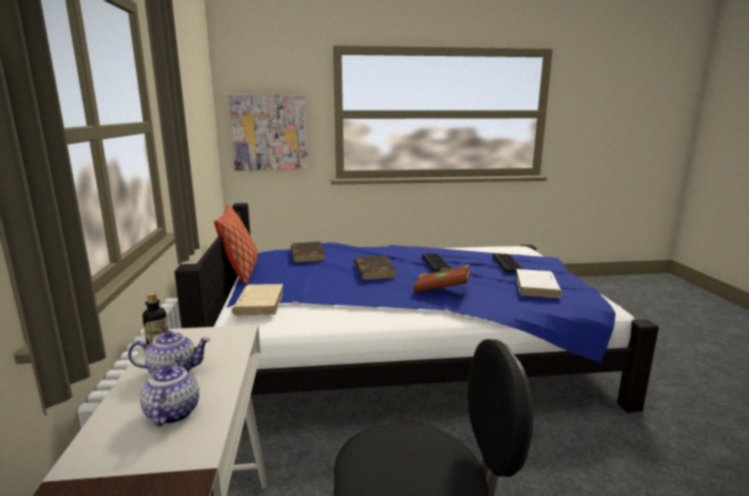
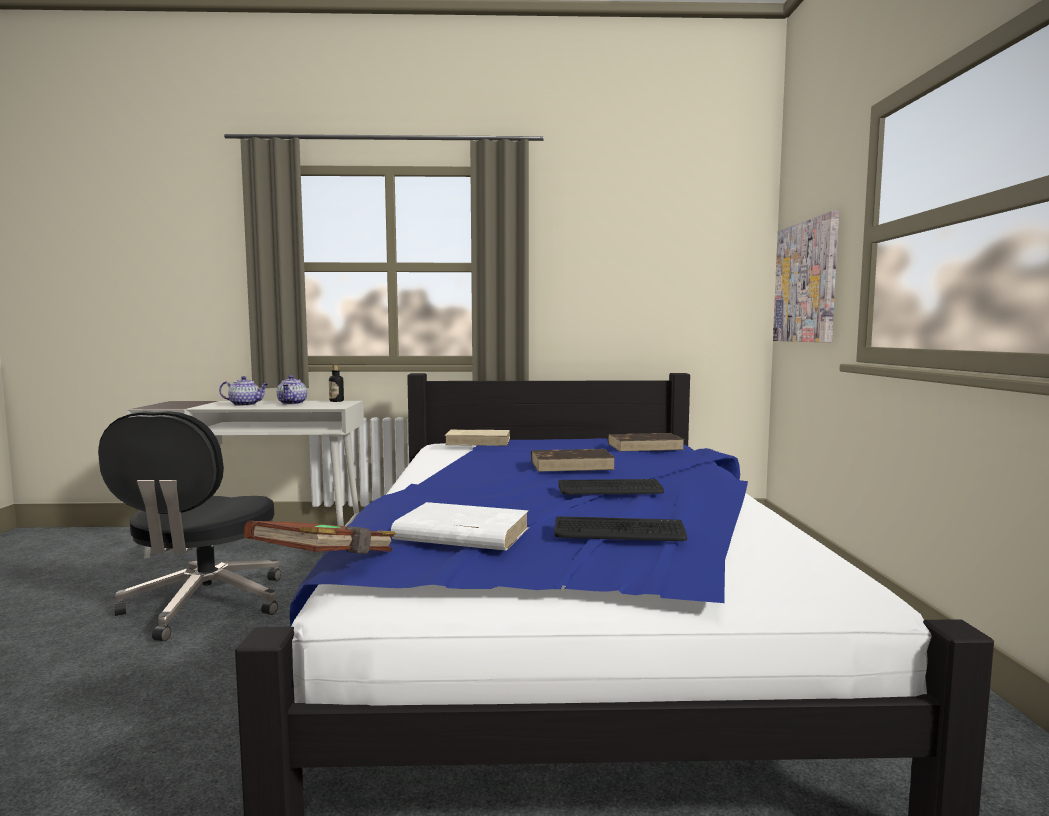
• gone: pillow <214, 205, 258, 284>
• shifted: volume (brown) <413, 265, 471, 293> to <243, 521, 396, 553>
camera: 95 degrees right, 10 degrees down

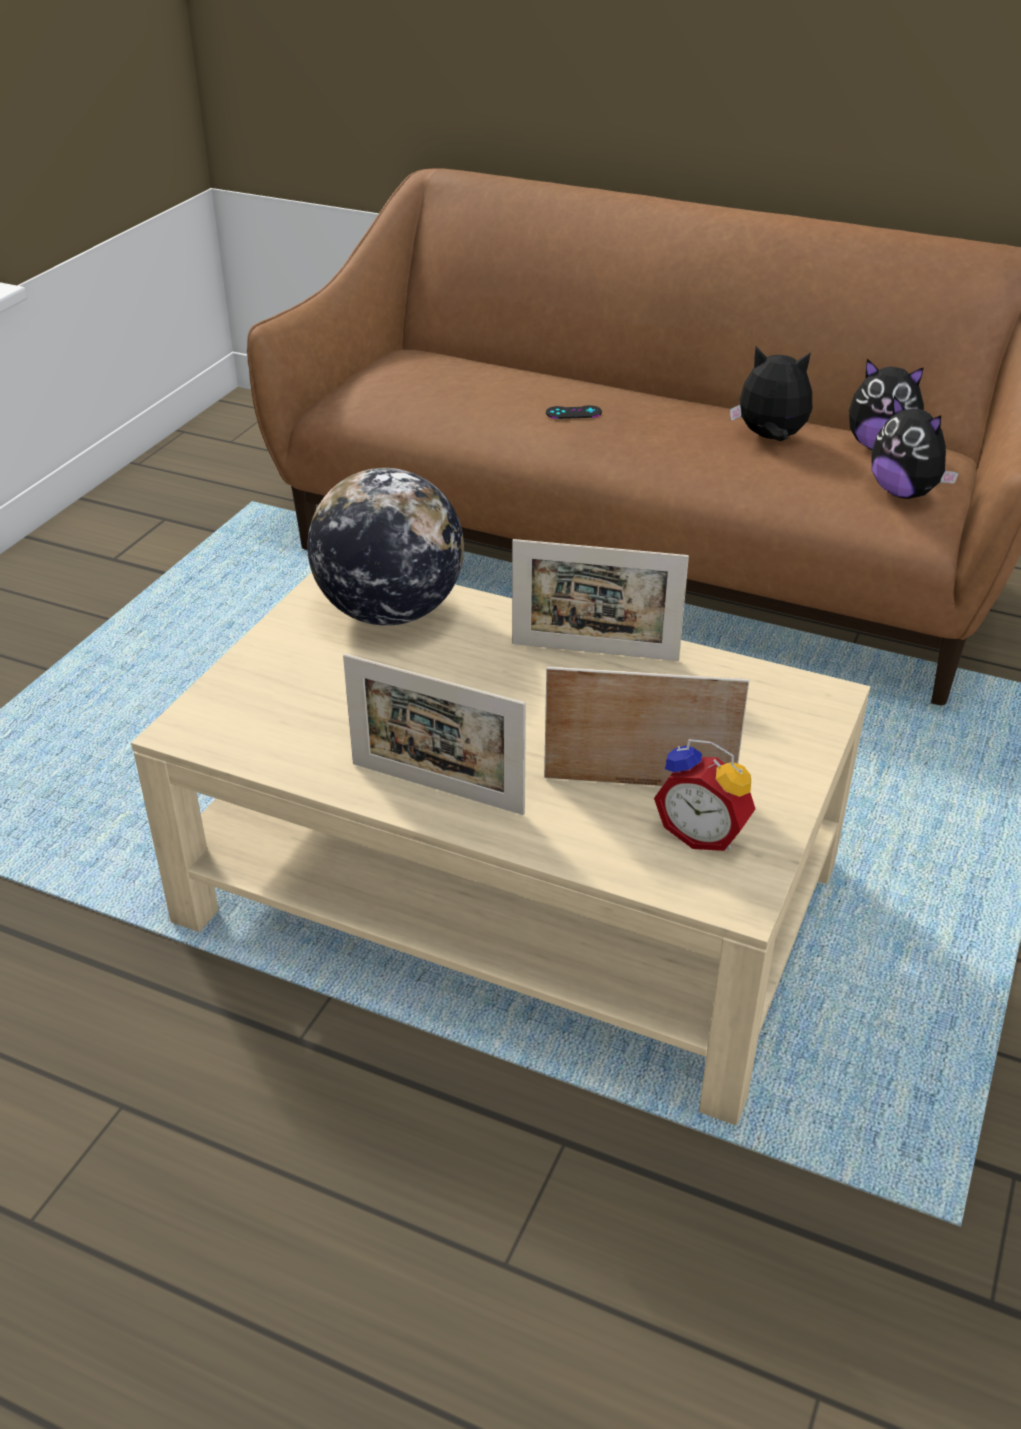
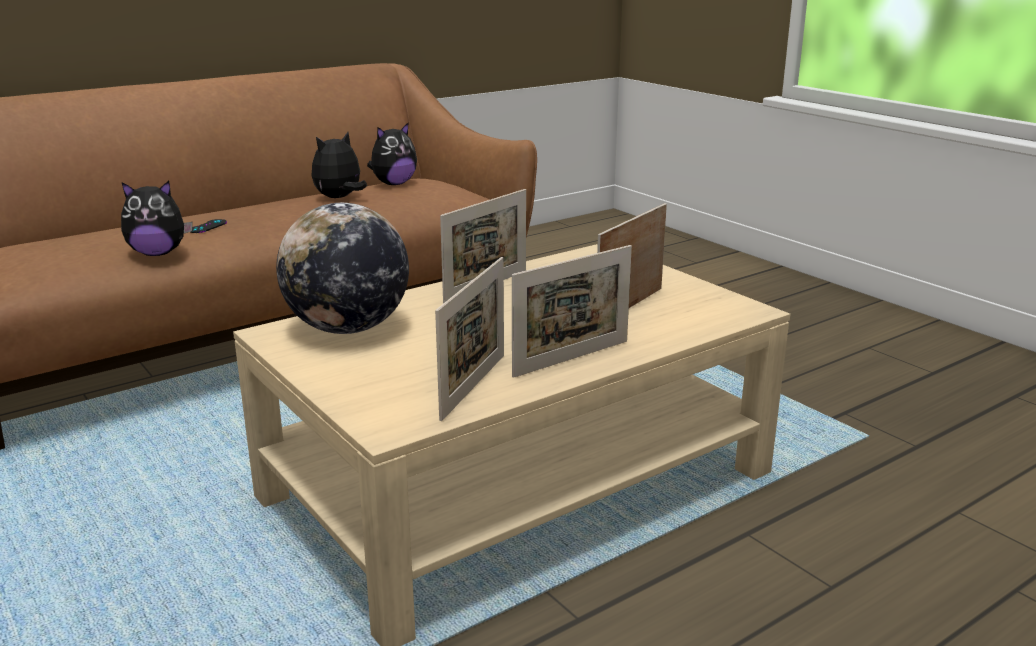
• gone: bedside clock <654, 739, 755, 851>
• new: photo frame <435, 257, 504, 421>
• shifted: plush toy <871, 395, 959, 499> to <121, 181, 193, 256>
camera: 60 degrees left, 15 degrees down

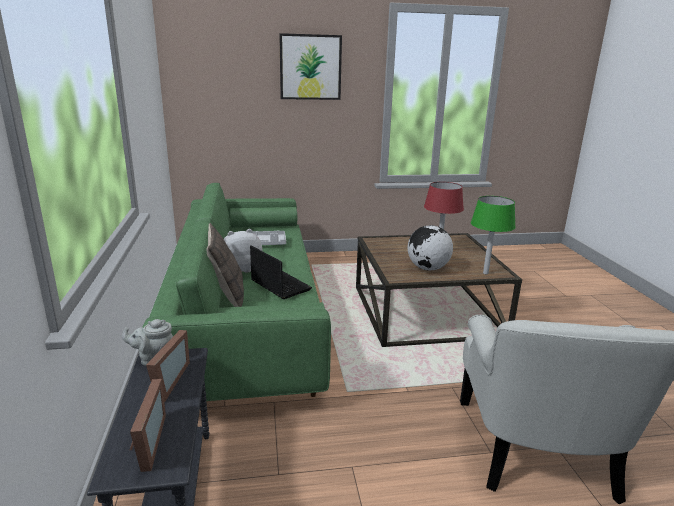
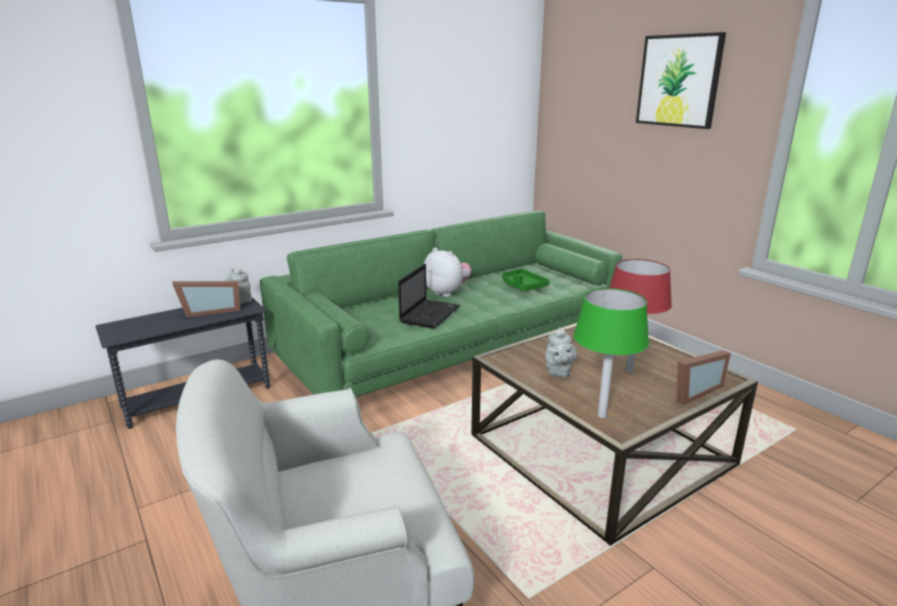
• gone: pillow <207, 223, 244, 307>
• shifted: photo frame <130, 379, 166, 472> to <677, 350, 731, 405>
• swapped: globe <407, 225, 453, 271> to teapot (gray) <545, 327, 577, 377>
• repainted: serving tray (gray) <252, 230, 286, 245> to serving tray (green-coloured) <502, 269, 550, 291>
camera: 65 degrees right, 0 degrees up

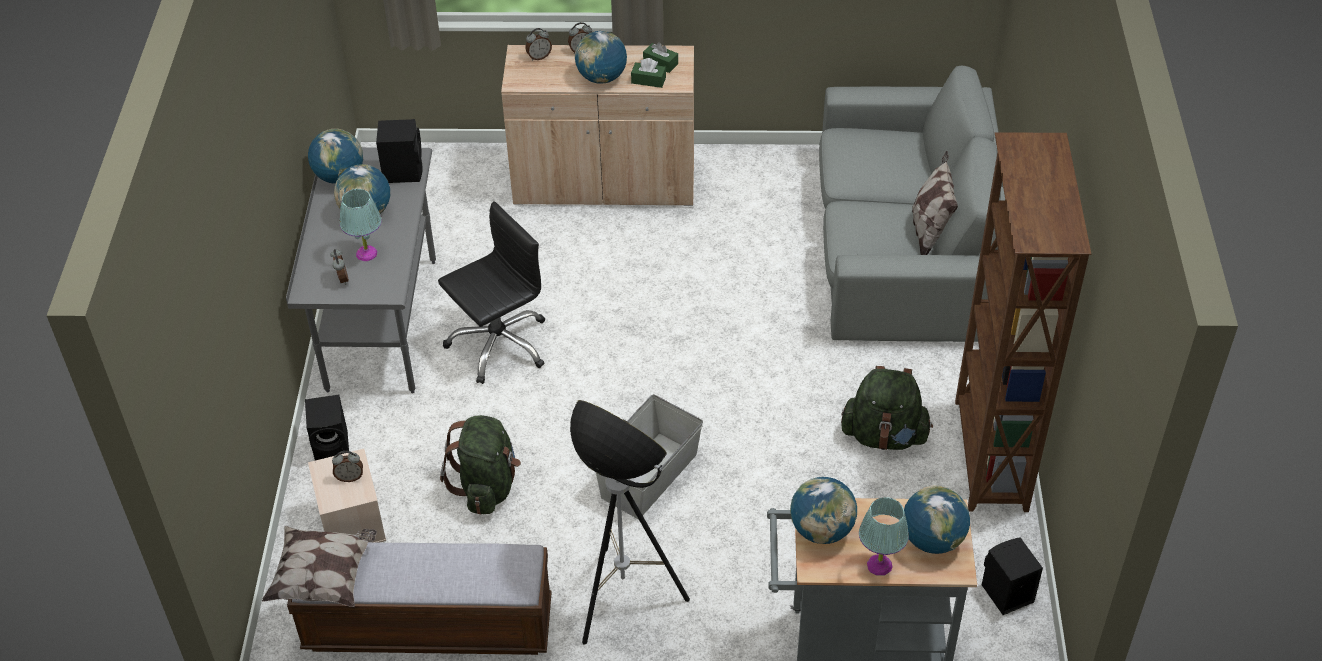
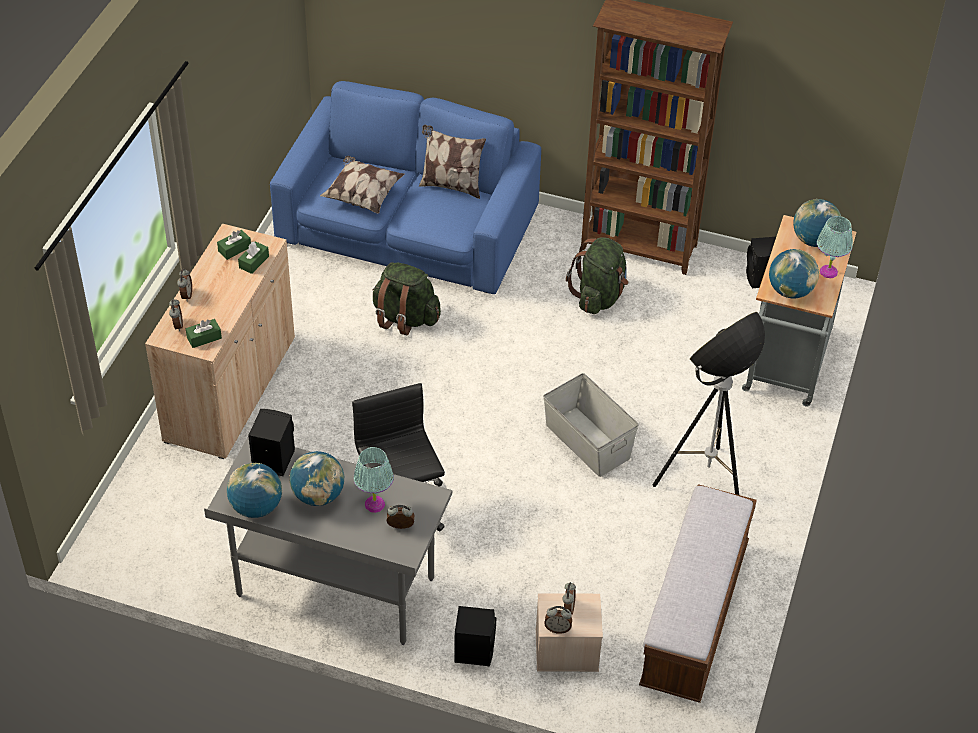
• gone: globe <575, 31, 627, 84>
• new: tissue box (green-coloured) <186, 319, 222, 348>
• new: bedside clock <544, 606, 572, 634>
• shifted: pillow <262, 526, 377, 607> to <320, 156, 404, 214>
• shifted: backpack (green-coloured) <440, 415, 521, 514> to <373, 263, 441, 335>
• repainted: settee (gray) <819, 66, 1005, 342> to settee (bluish) <270, 81, 541, 294>
camera: 75 degrees left, 0 degrees up

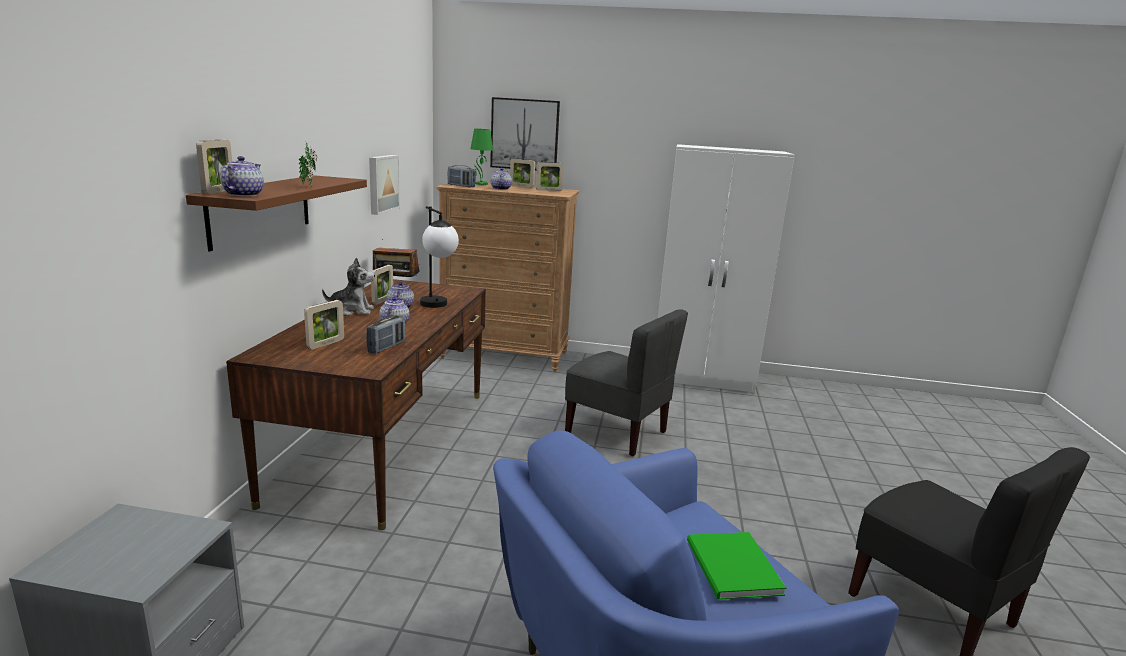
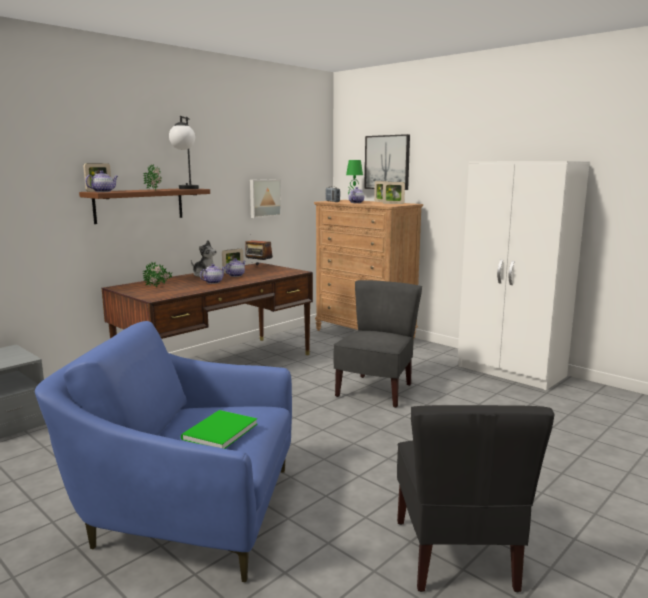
• gone: radio set <366, 316, 406, 354>
• shifted: tabletop lamp <420, 206, 459, 308> to <169, 116, 199, 189>
• swapped: photo frame <304, 300, 344, 349> to houseplant <143, 262, 172, 287>
• rotated: upright chair (gray) <565, 309, 688, 456> = <333, 280, 422, 408> 135 degrees counterclockwise
camera: 35 degrees right, 5 degrees down

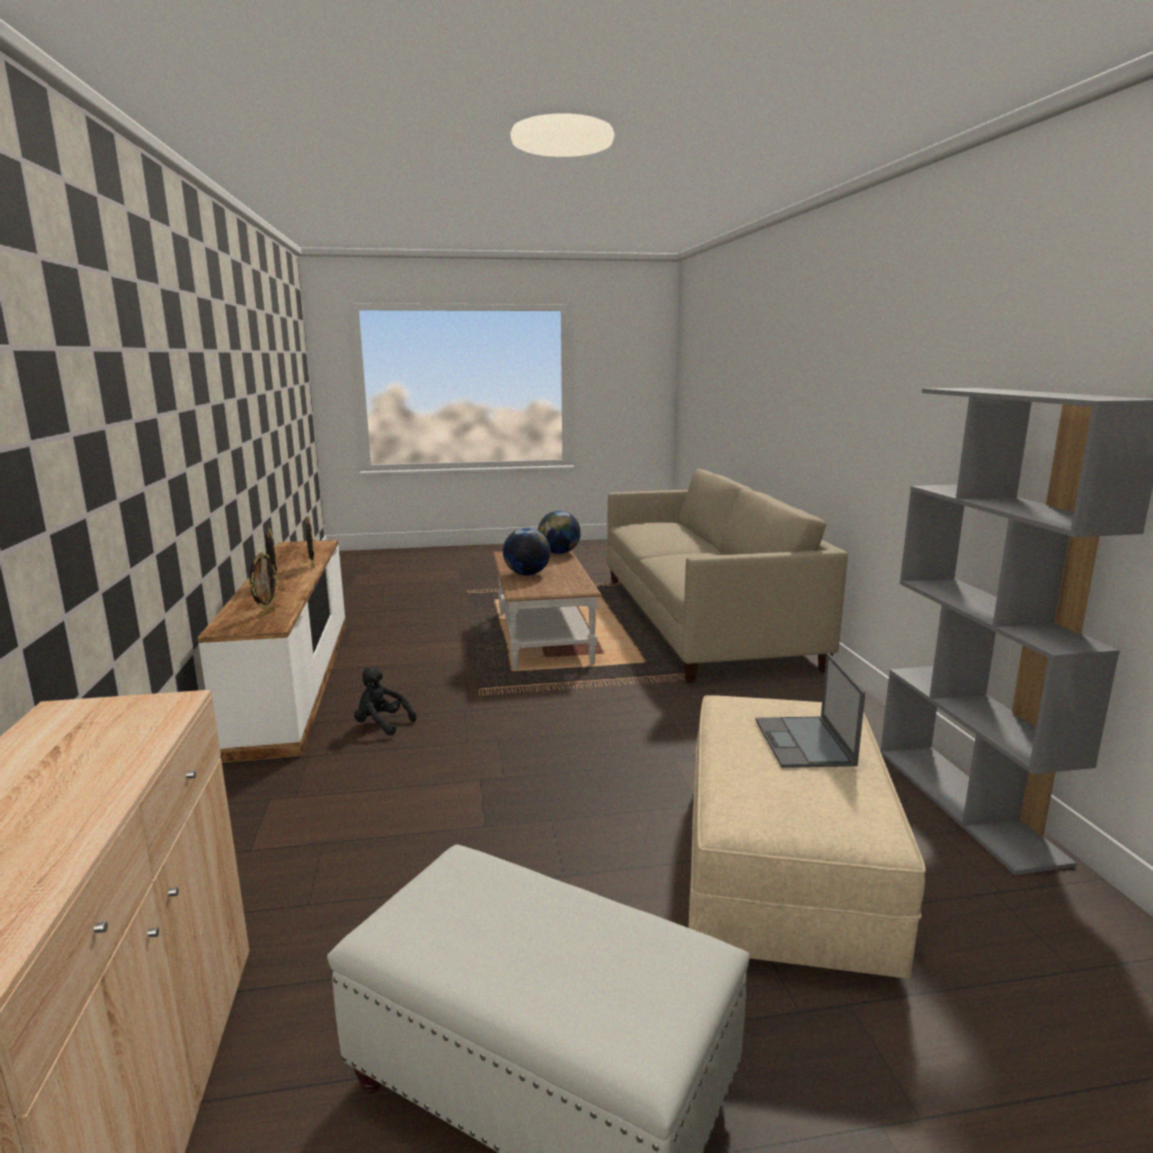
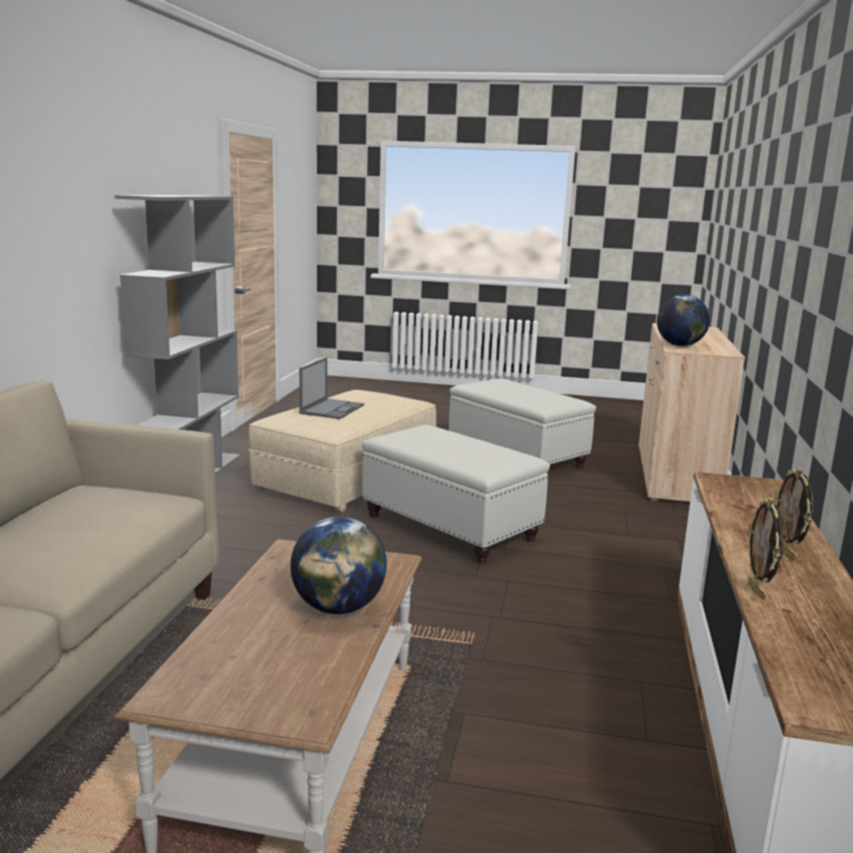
• gone: photo frame <249, 552, 278, 617>
• gone: plush toy (black) <354, 667, 416, 735>
• new: ottoman (white-coloured) <362, 425, 550, 564>
• shifted: globe <538, 511, 581, 554> to <657, 295, 710, 346>
camera: 160 degrees left, 0 degrees up

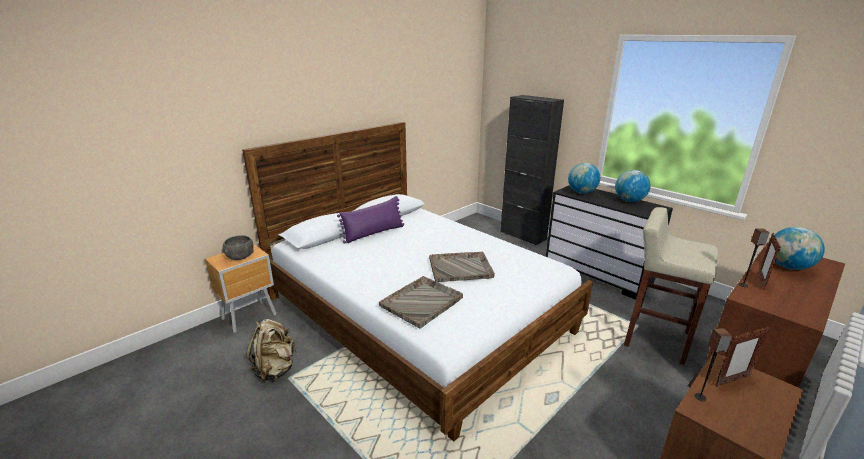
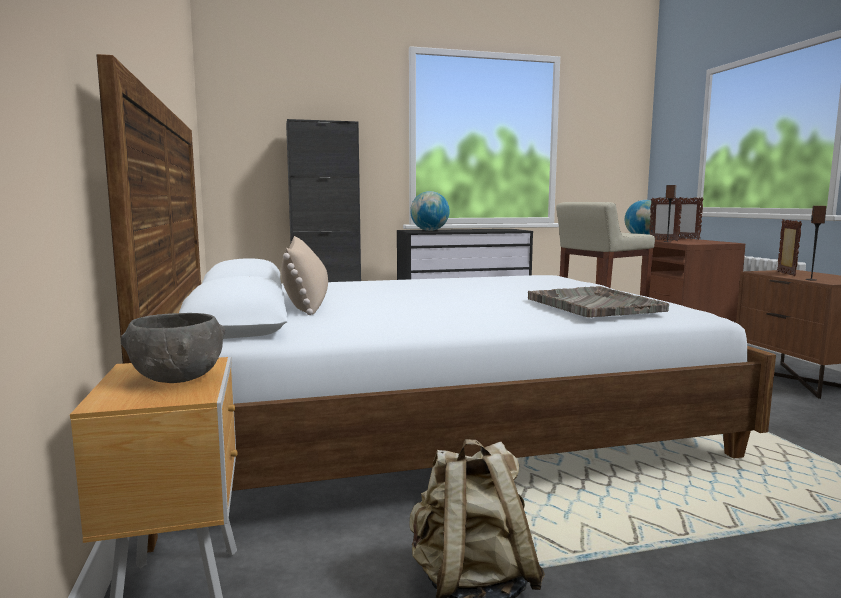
• gone: serving tray (gray) <429, 251, 495, 282>
• gone: globe <615, 170, 650, 202>
• new: photo frame <676, 197, 704, 240>
• repainted: pillow (purple) <337, 196, 404, 244> to pillow (sand-coloured) <281, 236, 328, 315>
camera: 60 degrees left, 15 degrees down

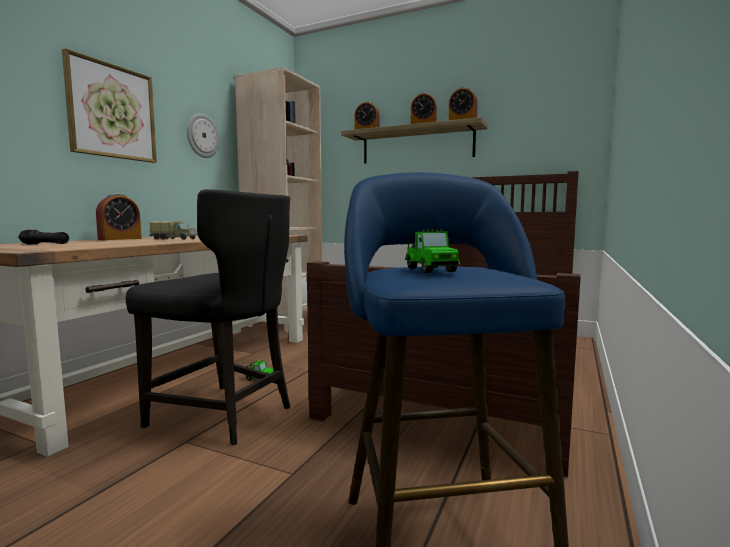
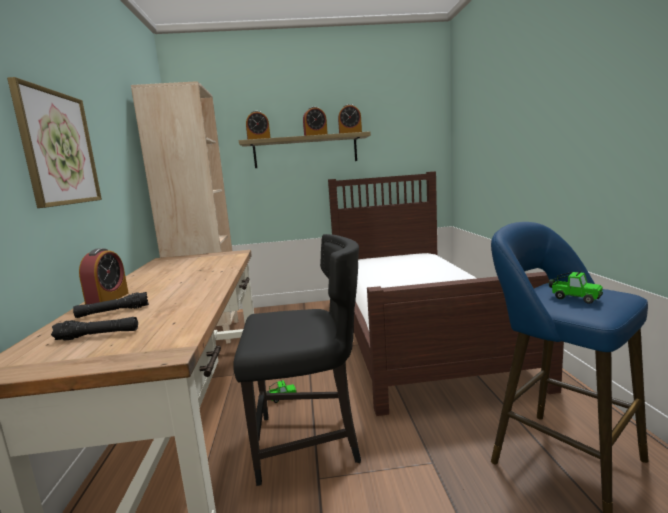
• gone: model truck <149, 221, 197, 240>
• gone: hanging clock <187, 113, 219, 158>
• new: flashlight (black) <73, 292, 149, 318>
camera: 30 degrees left, 5 degrees up

